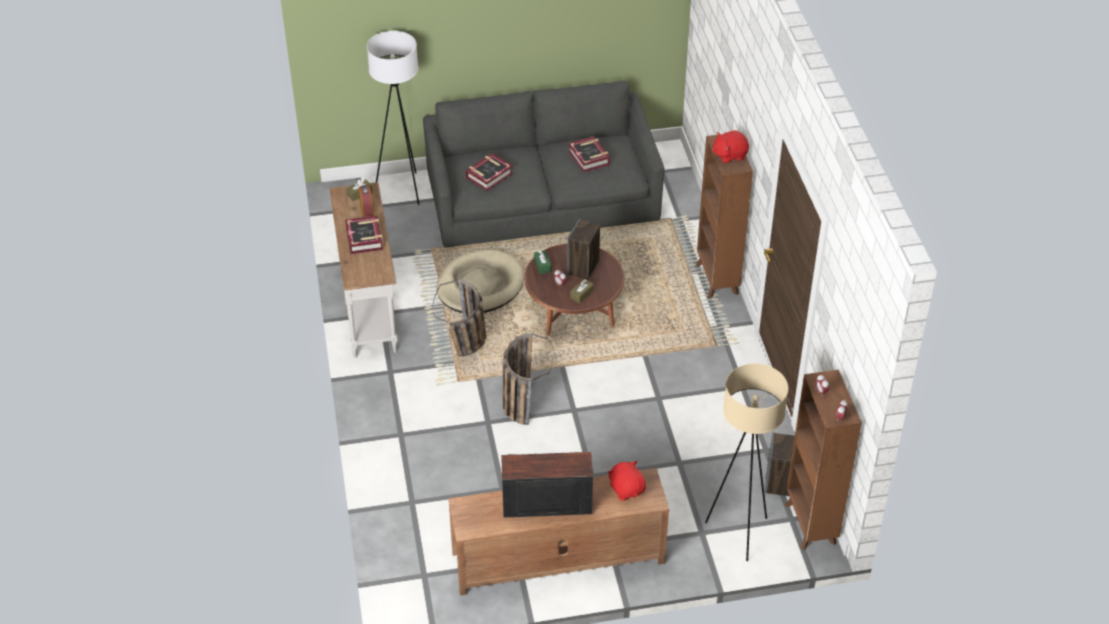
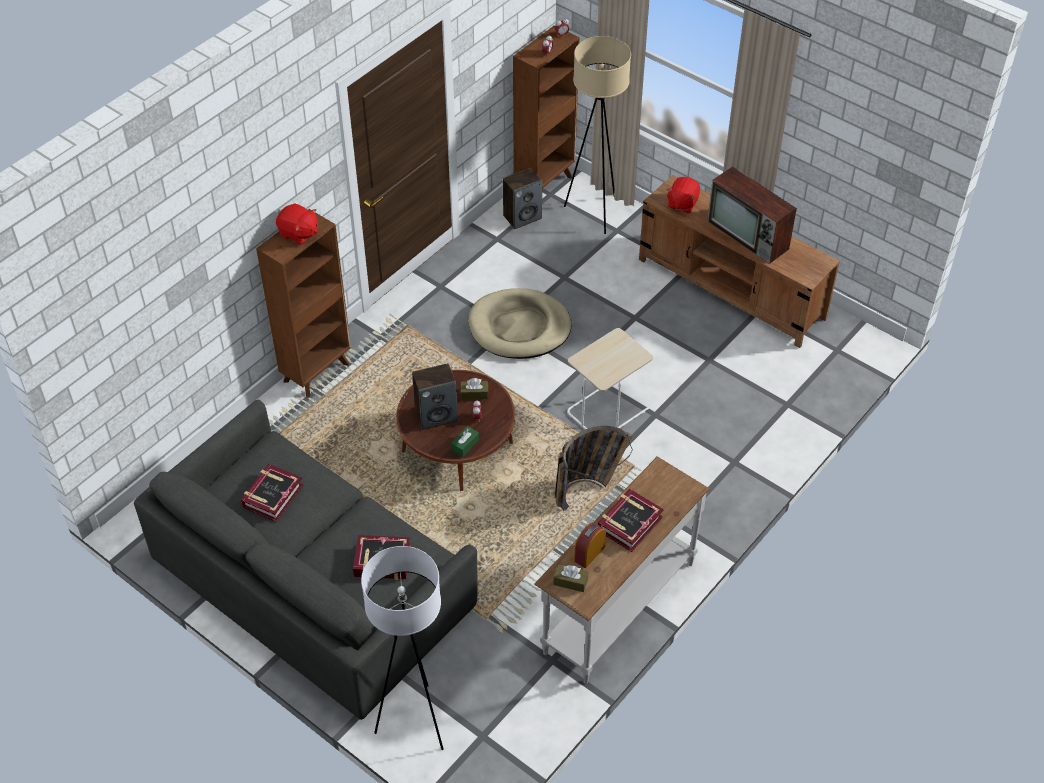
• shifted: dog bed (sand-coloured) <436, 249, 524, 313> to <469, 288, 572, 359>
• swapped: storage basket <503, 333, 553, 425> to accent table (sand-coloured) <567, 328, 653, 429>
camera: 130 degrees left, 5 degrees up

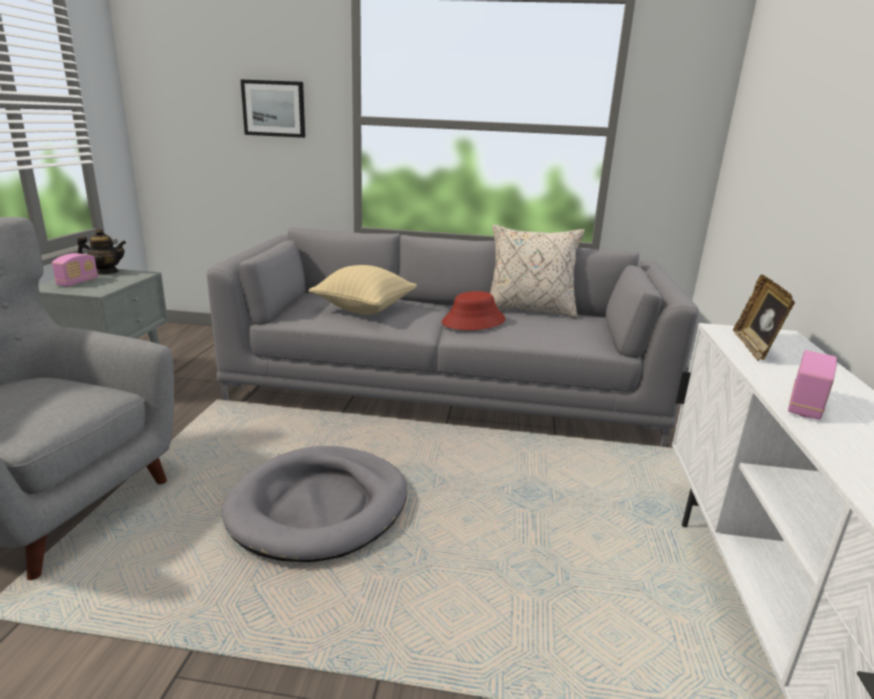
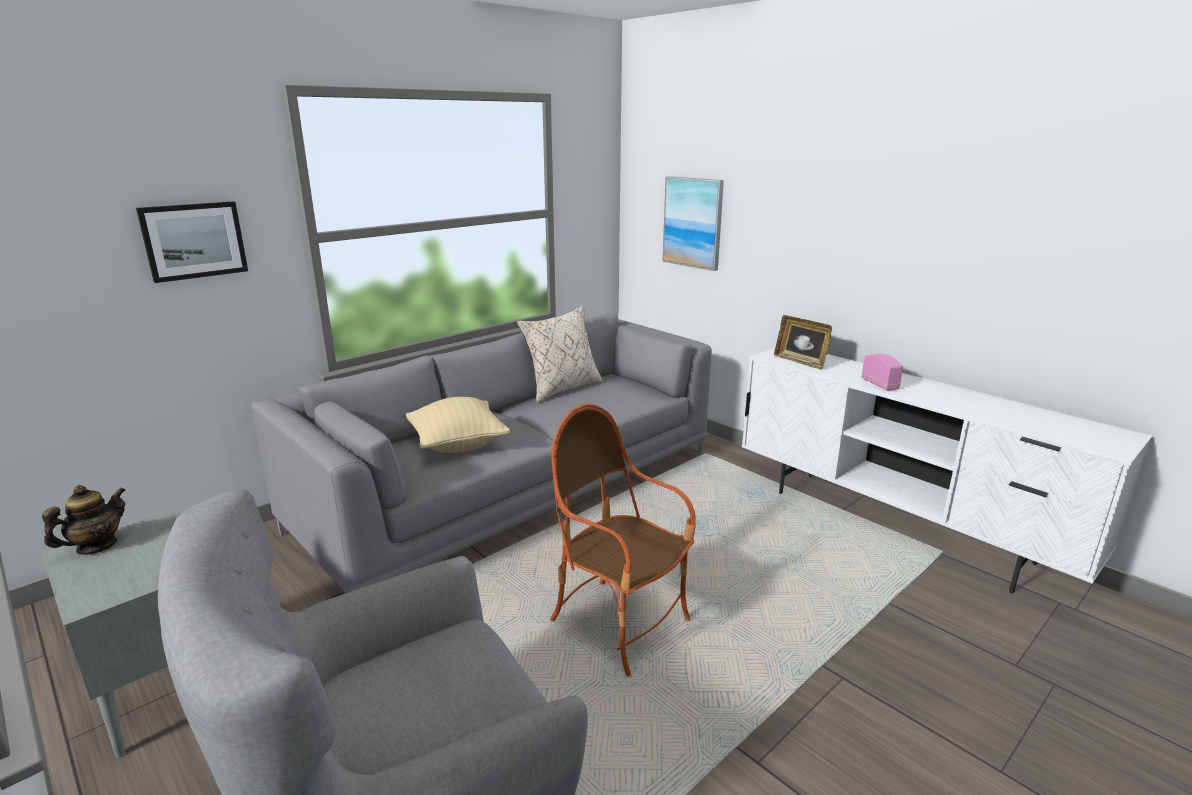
• gone: radio set <52, 253, 98, 287>
• gone: clothing hat (red) <442, 291, 506, 330>
• new: wall art <662, 176, 724, 271>
• swapped: dog bed (gray) <222, 446, 407, 562> to armchair <550, 404, 696, 676>
camera: 50 degrees left, 0 degrees up

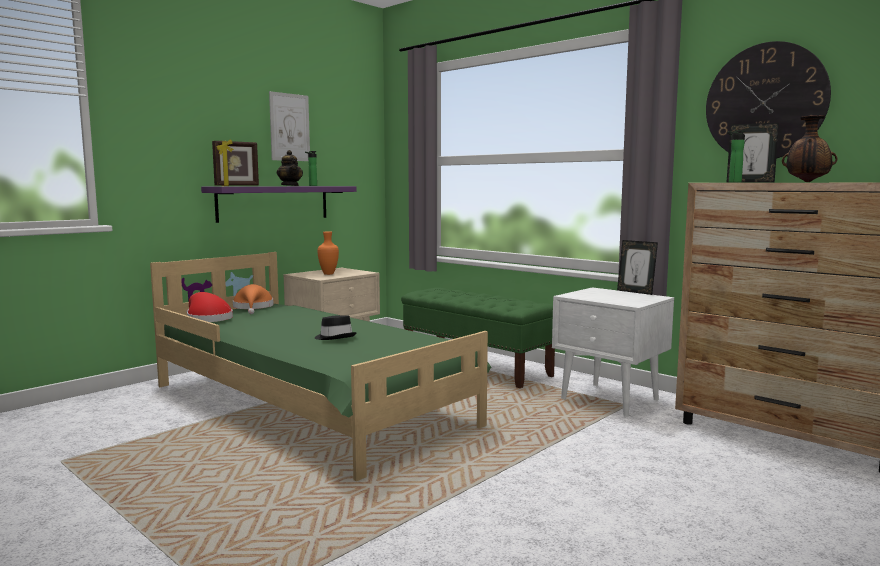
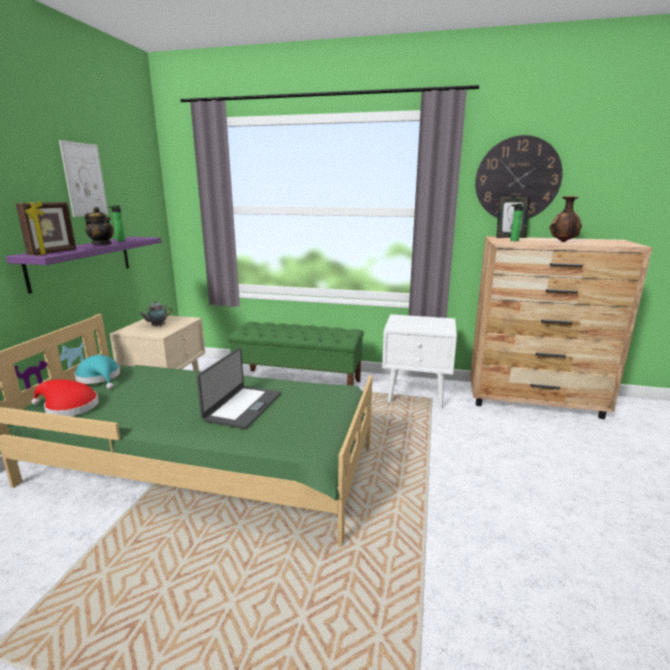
• gone: photo frame <617, 240, 658, 295>
• swapped: clothing hat (black) <315, 315, 357, 340> to portable computer <197, 348, 281, 429>
• swapped: decorative vase (orangey) <317, 231, 339, 275> to teapot <140, 301, 172, 327>
• repainted: clothing hat (orangey) <233, 284, 274, 314> to clothing hat (turquoise) <74, 355, 120, 389>
camera: 30 degrees left, 10 degrees up

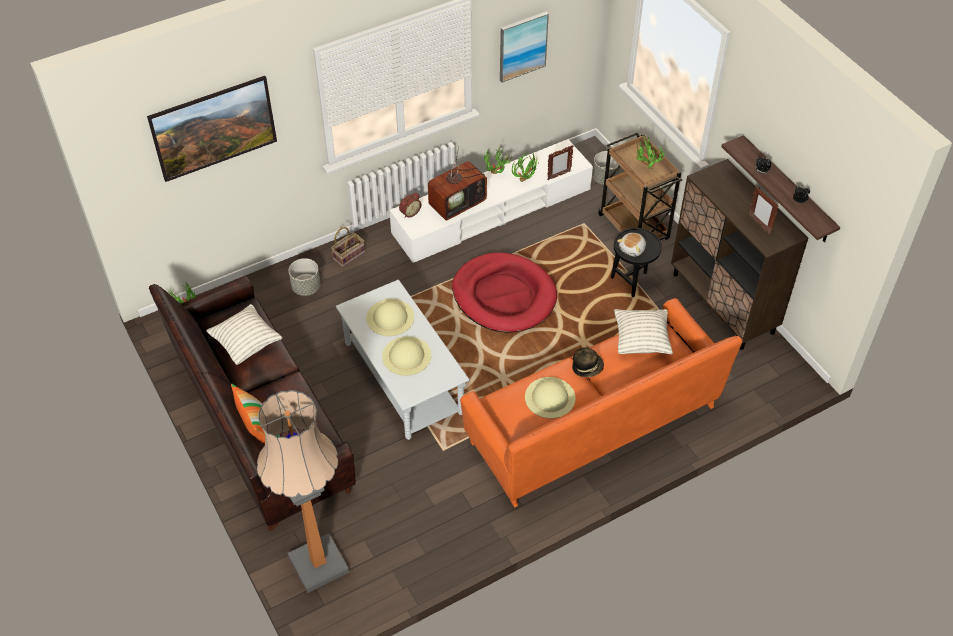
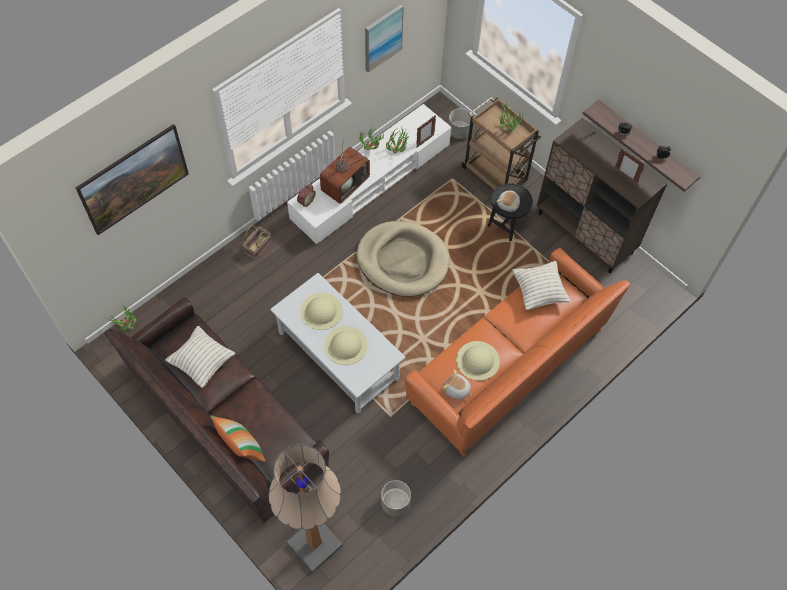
• gone: clothing hat <572, 347, 604, 377>
• new: plush toy <442, 369, 472, 399>
• shifted: flower pot (gray) <289, 258, 321, 296> to <381, 480, 411, 516>
• repainted: dog bed (red) <452, 252, 557, 332> to dog bed (sand-coloured) <356, 221, 450, 297>
camera: 15 degrees left, 10 degrees up

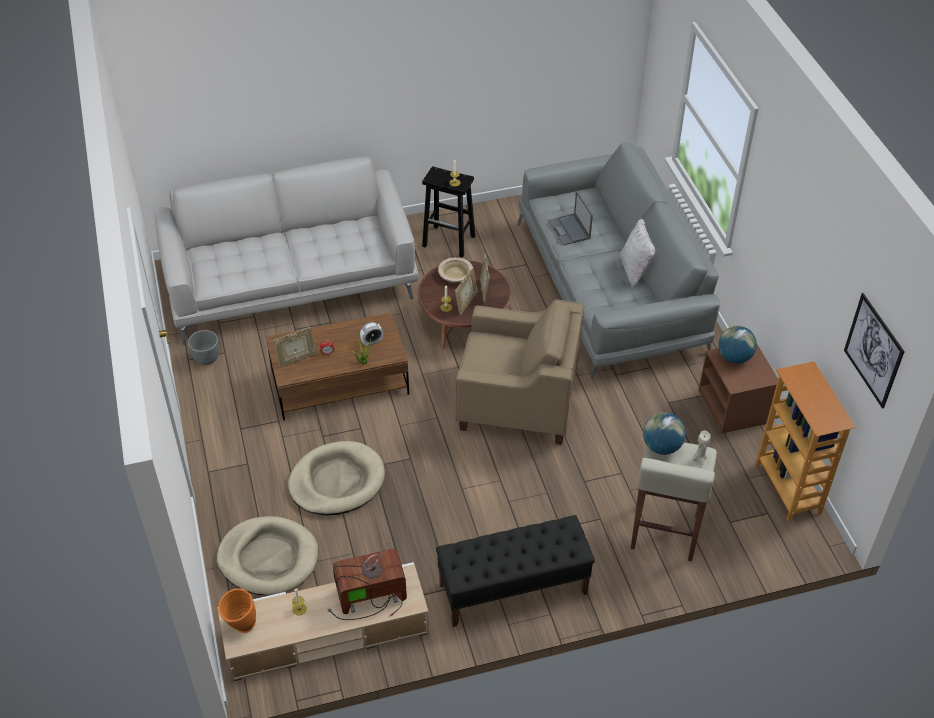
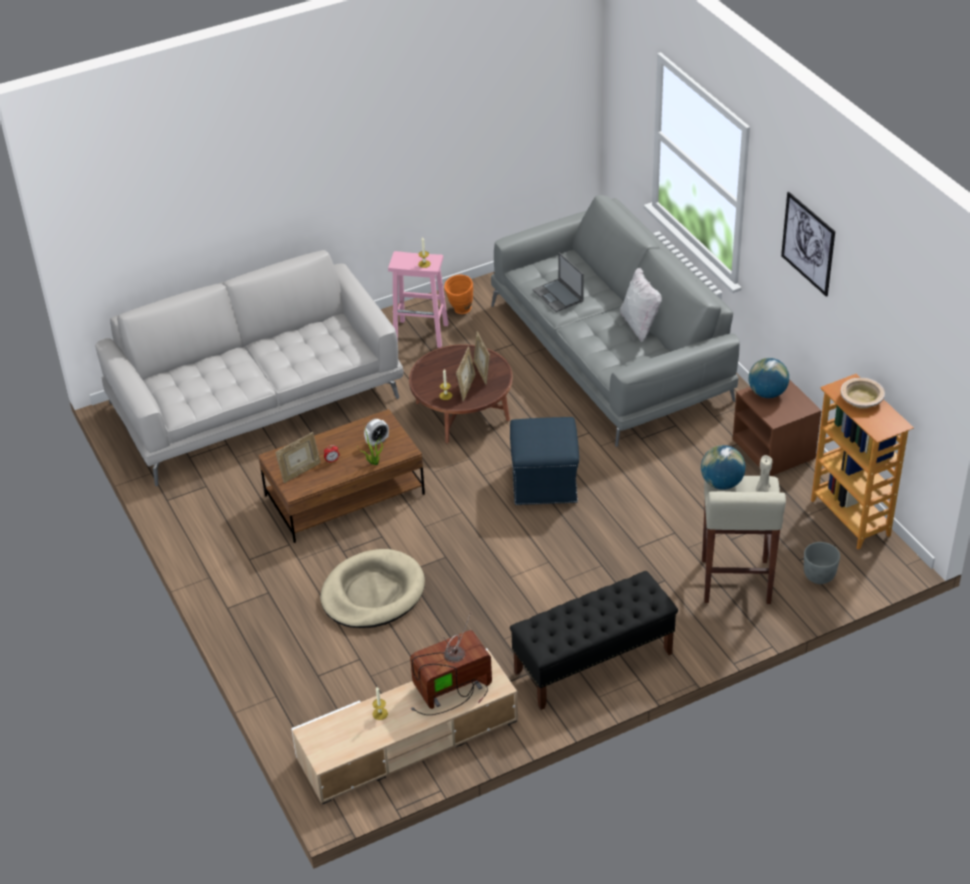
• gone: dog bed (sand-coloured) <217, 516, 318, 596>
• shifted: flower pot (gray) <188, 330, 219, 365> to <804, 542, 840, 584>
• shifted: decorative vase (orangey) <218, 588, 256, 633> to <444, 274, 473, 314>
• shifted: bowl (sand-coloured) <438, 257, 473, 283> to <841, 378, 885, 409>
• shifted: wall art <844, 293, 905, 409> to <781, 192, 835, 297>
• swapped: armchair (sand-coloured) <455, 299, 584, 445> to ottoman (bluish) <510, 417, 579, 505>
• repainted: stool (black) <422, 166, 476, 257> to stool (pinkish) <388, 251, 449, 348>
camera: 10 degrees left, 5 degrees down

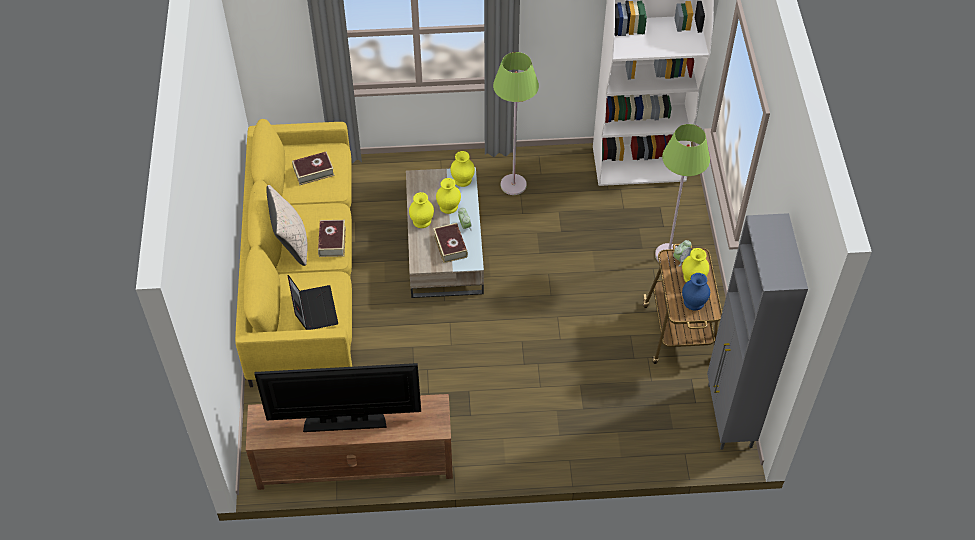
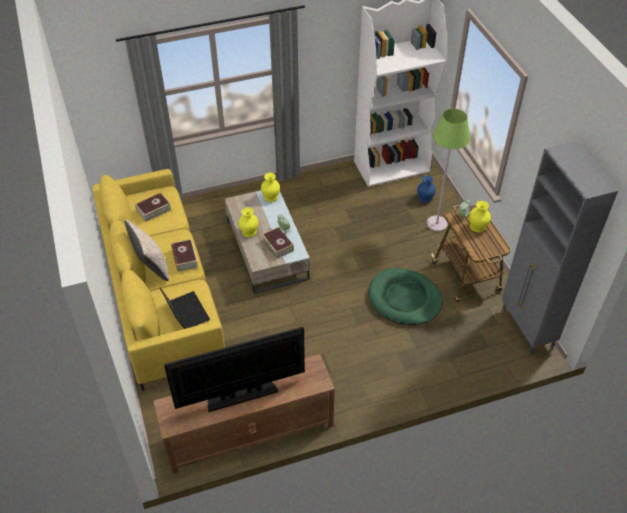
• gone: decorative vase (yellow-coloured) <436, 178, 461, 214>
• gone: floor lamp (green-coloured) <493, 52, 539, 195>
• new: dog bed (green-coloured) <369, 268, 442, 325>
• shifted: decorative vase (bluish) <682, 273, 710, 310> to <417, 175, 436, 203>
camera: 15 degrees left, 5 degrees down

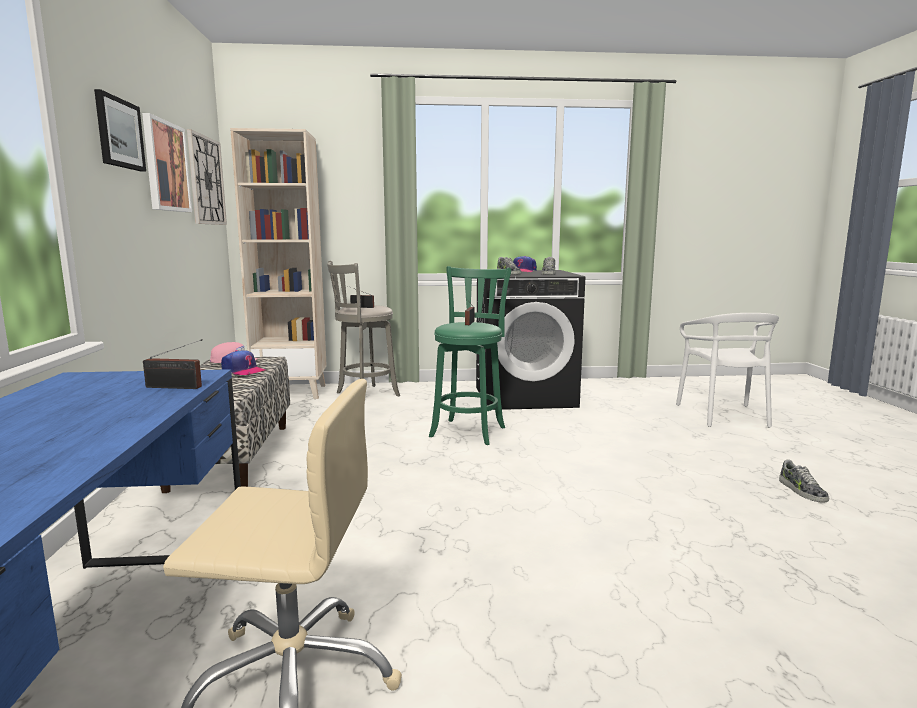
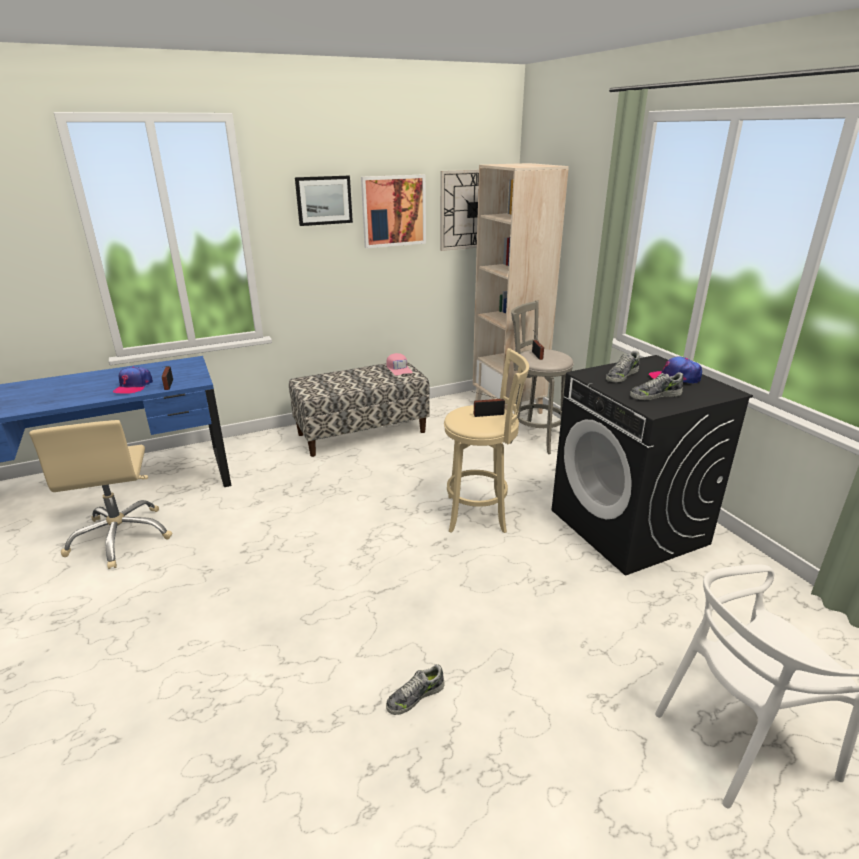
• shifted: baseball cap <221, 350, 265, 375> to <113, 367, 153, 394>
• shifted: low shoe <779, 459, 829, 503> to <386, 664, 445, 715>
• repainted: stool (green-coloured) <429, 266, 511, 445> to stool (sand-coloured) <444, 348, 529, 533>
camera: 70 degrees right, 15 degrees up

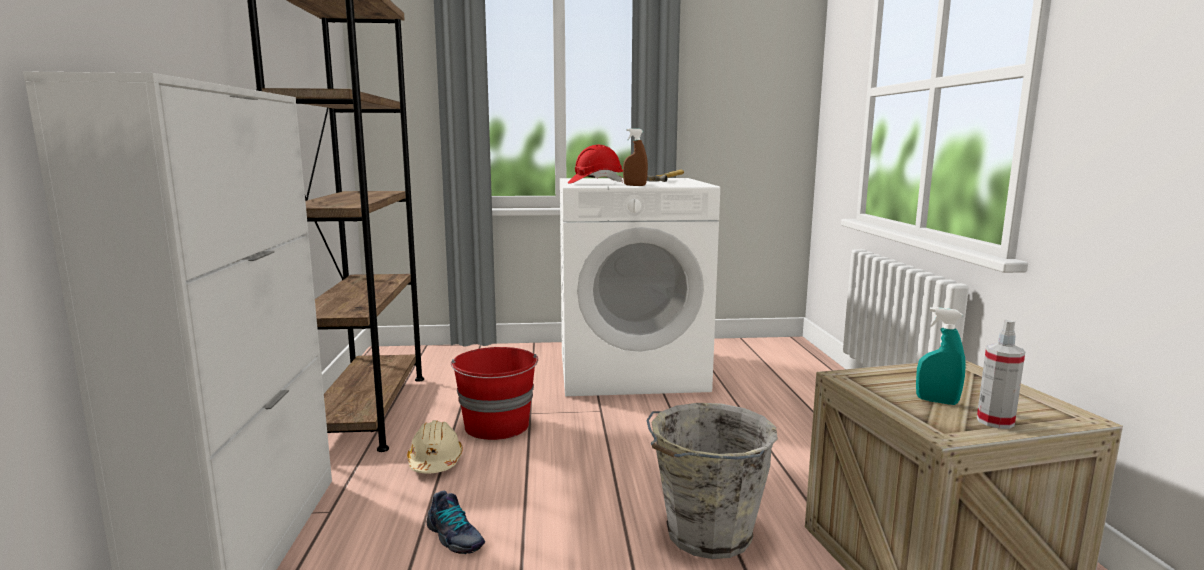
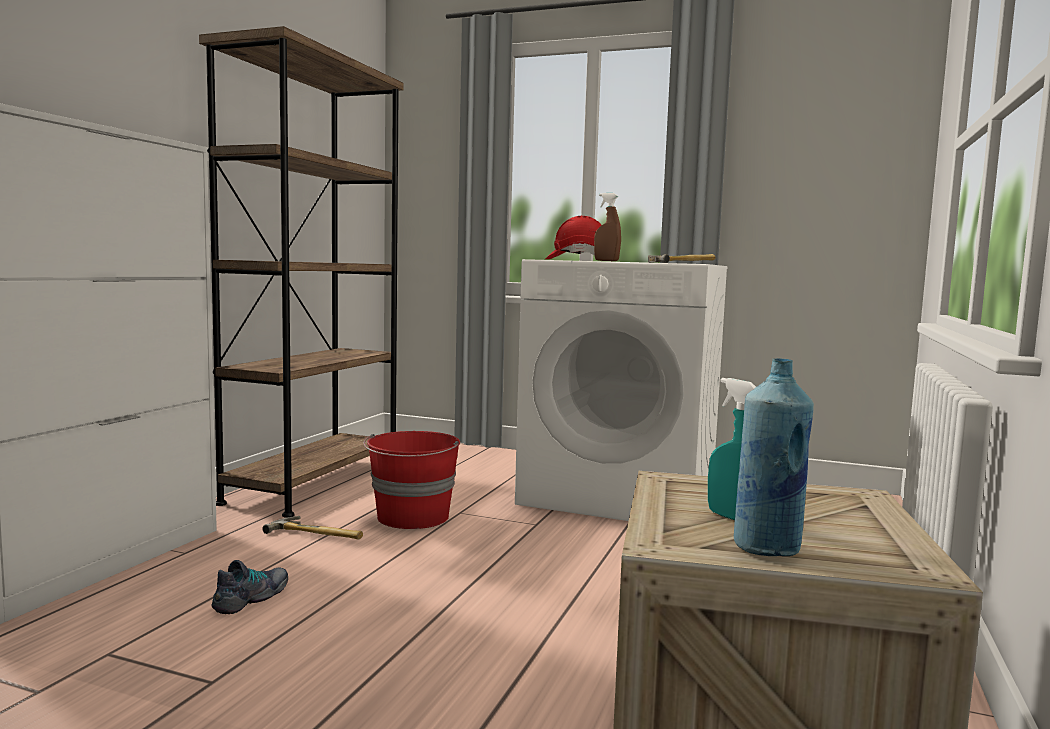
• gone: bucket (gray) <647, 403, 778, 559>
• swapped: work helmet (sand-coloured) <407, 420, 463, 474> to hammer <262, 516, 363, 540>
• swapped: sprayer <977, 320, 1025, 429> to drink bottle (bluish) <734, 358, 814, 556>
• rotated: low shoe <427, 491, 485, 554> = <212, 560, 288, 614> 135 degrees counterclockwise
camera: 25 degrees right, 5 degrees down

